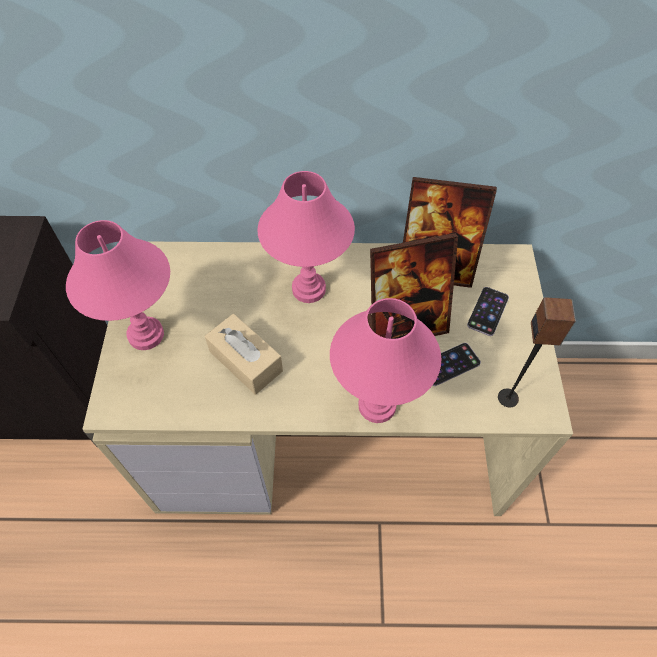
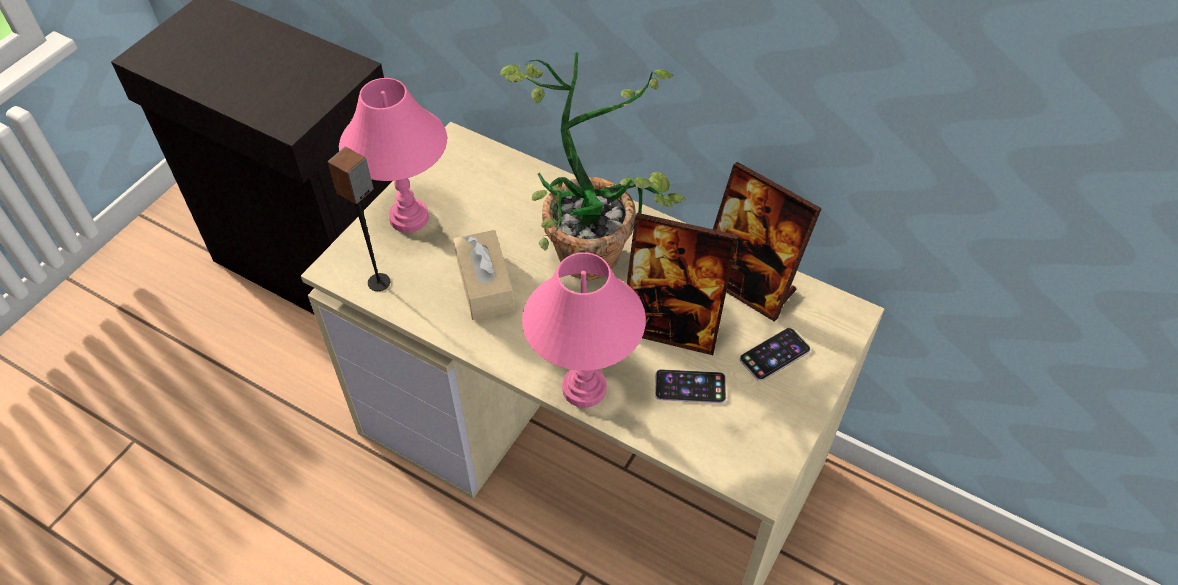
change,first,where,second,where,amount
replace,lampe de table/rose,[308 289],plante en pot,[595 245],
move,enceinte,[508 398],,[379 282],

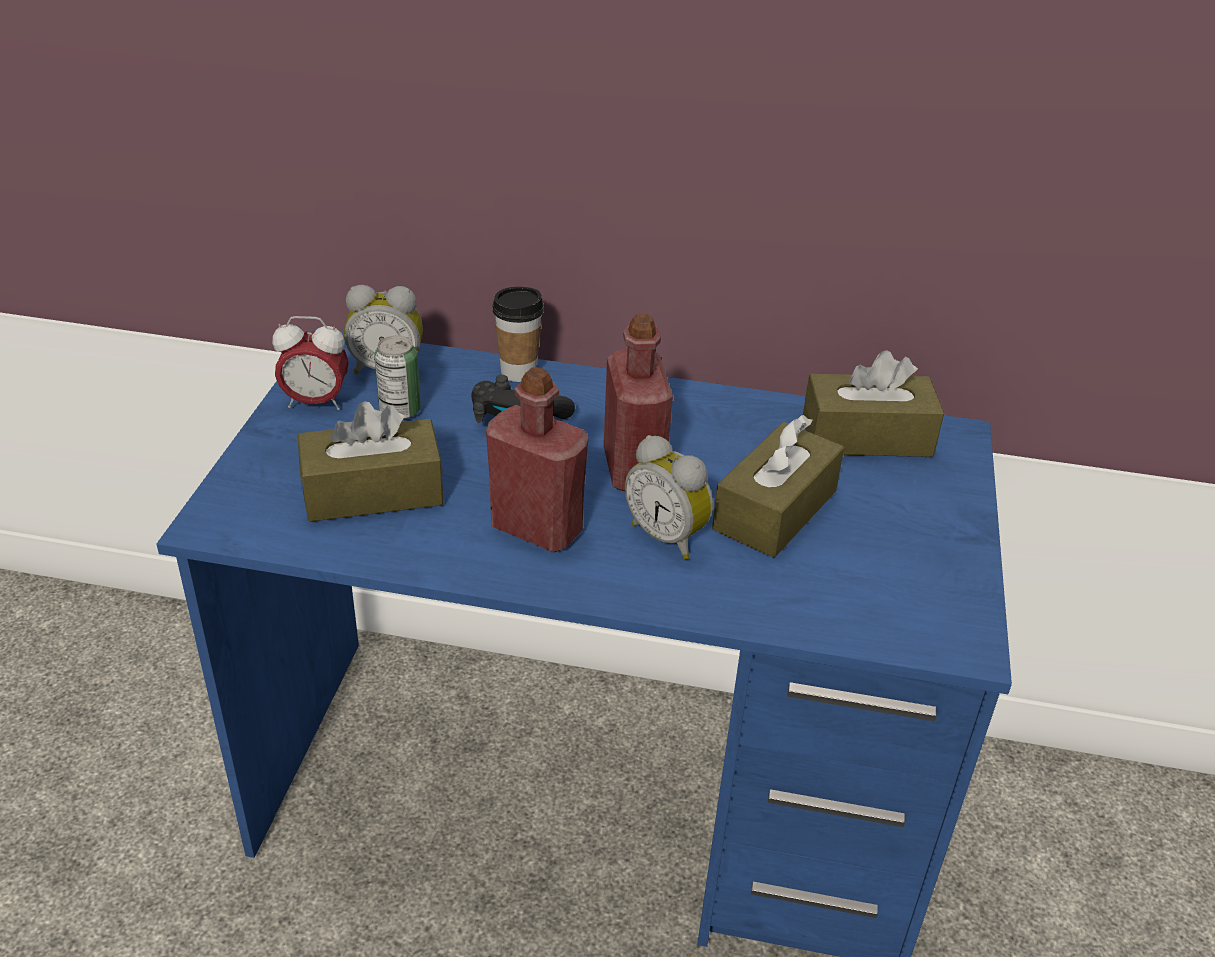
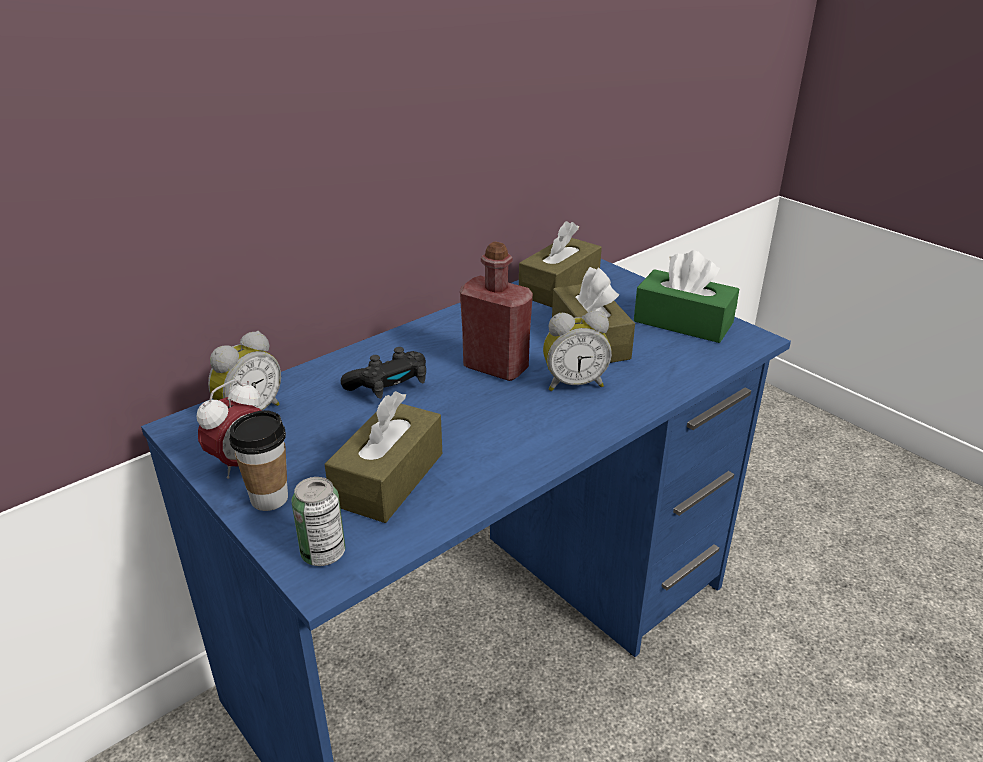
change,first,where,second,where,amount
move,tasse,[518 372],,[269 499],
move,boîte métallique,[400 411],,[323 553],
delete,bouteille/rouge,[536 528],,,
insert,,,boîte à mouchoirs/vert,[683 322],

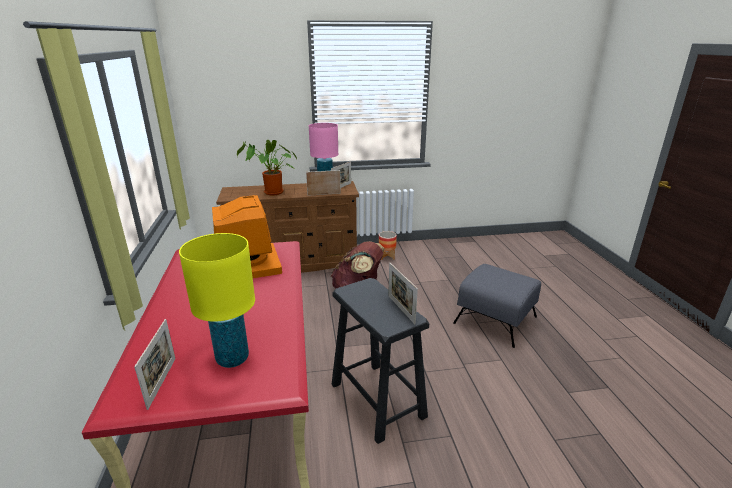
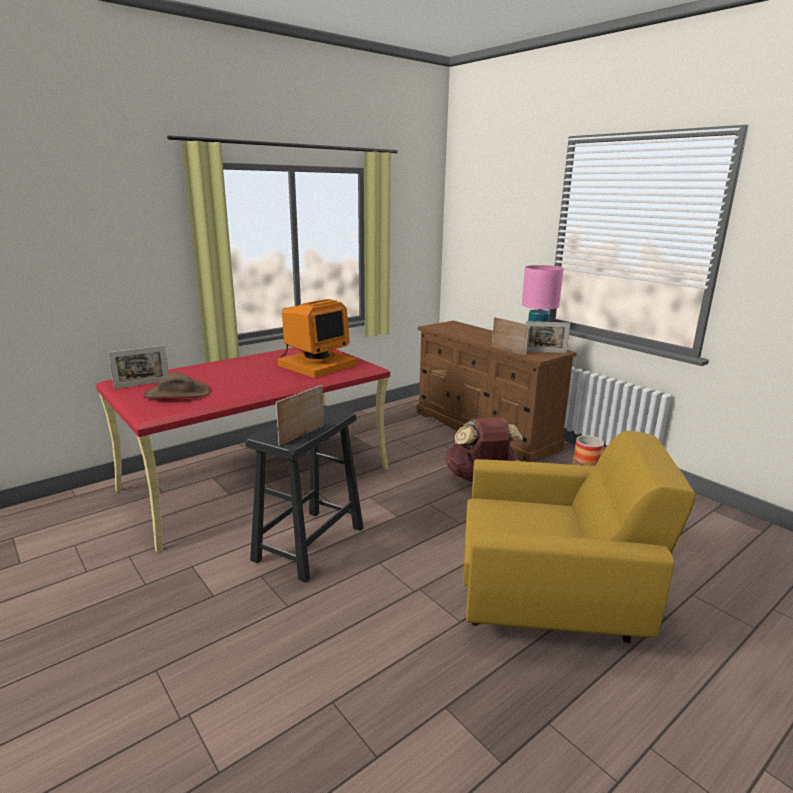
change,first,where,second,where,amount
delete,plante en pot,[272 193],,,
replace,lampe de table/jaune,[232 358],chapeau/marron,[177 394],
replace,pouf/gris,[495 320],fauteuil/jaune,[551 598],

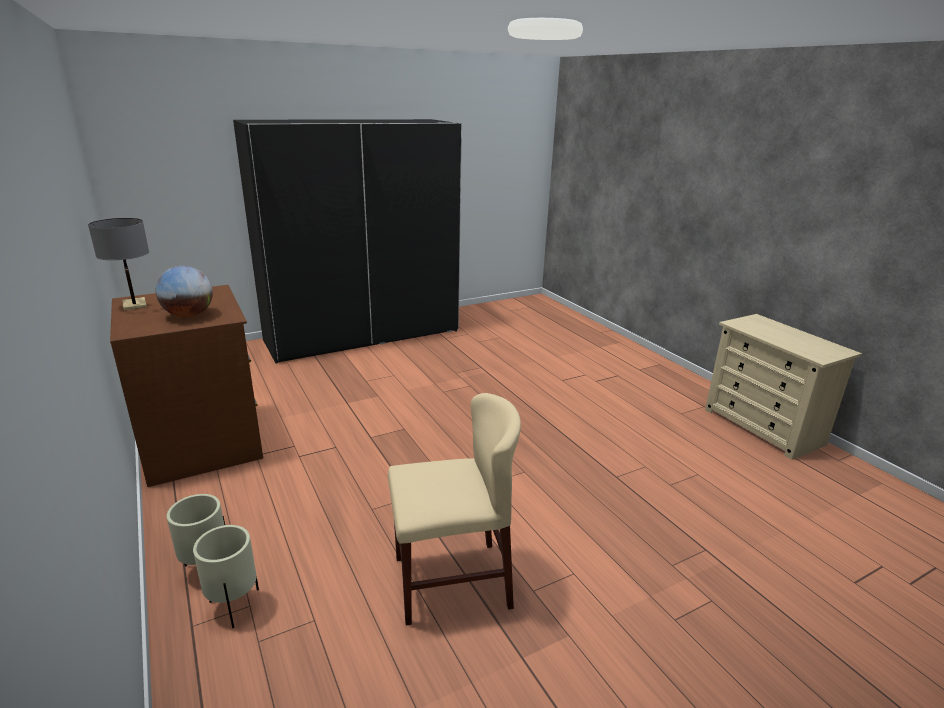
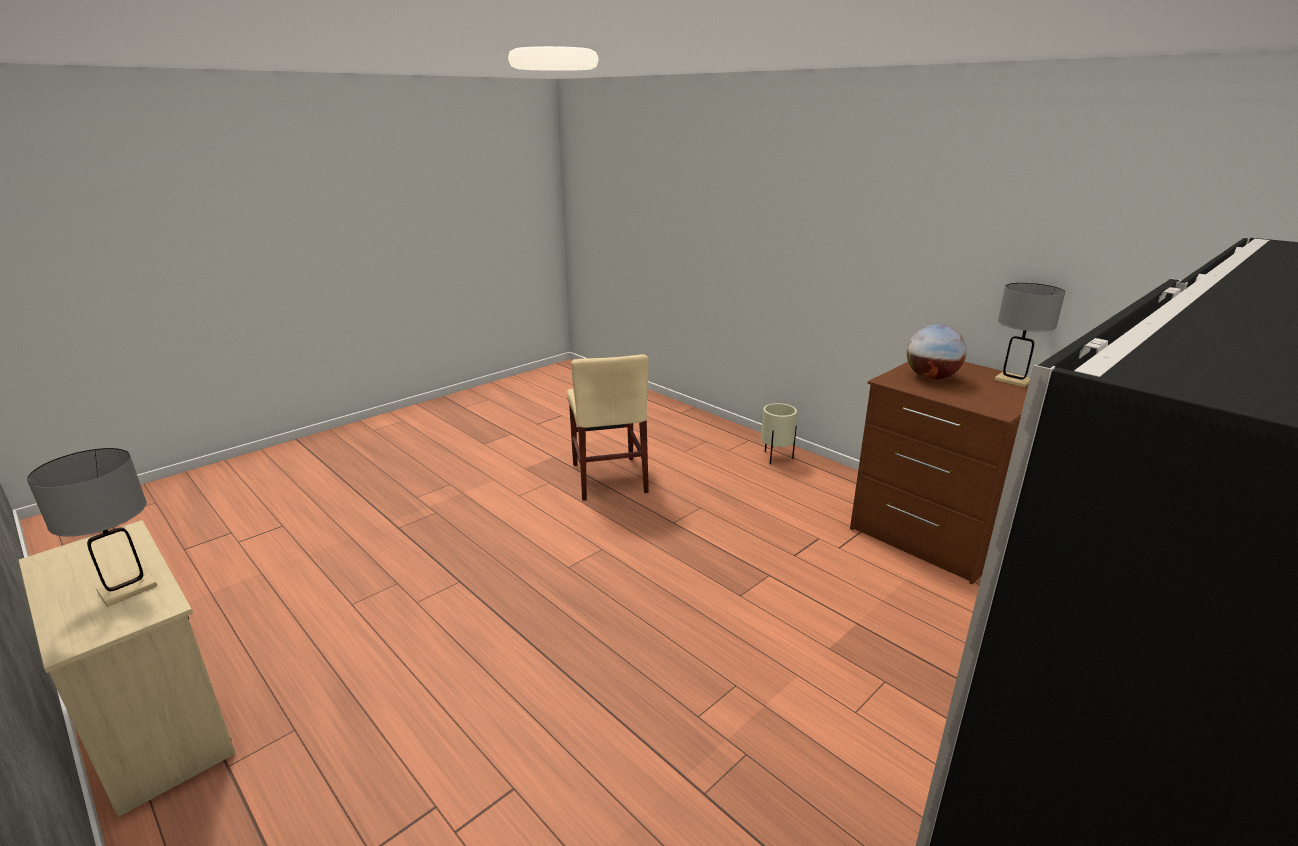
change,first,where,second,where,amount
rotate,chaise/beige,[451 581],,[609 478],75 degrees counterclockwise
delete,cache-pot/beige,[233 606],,,
insert,,,lampe de table/gris,[127 589],

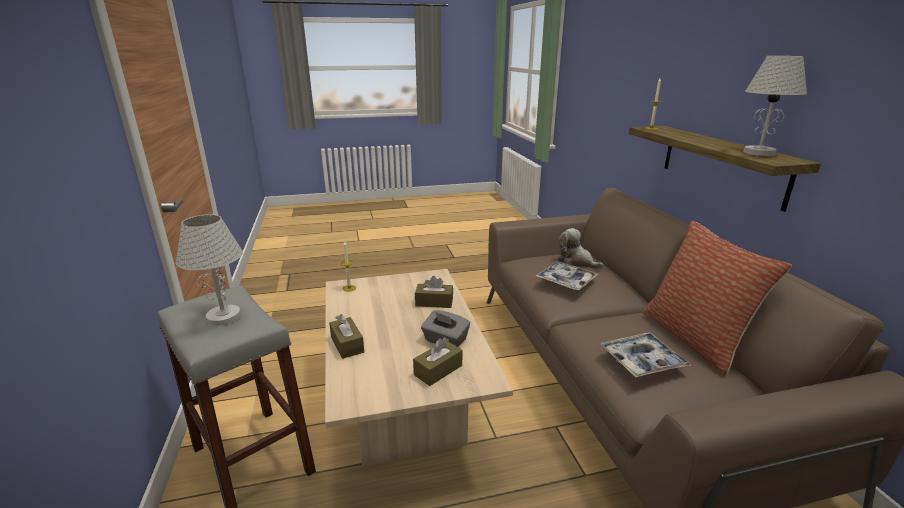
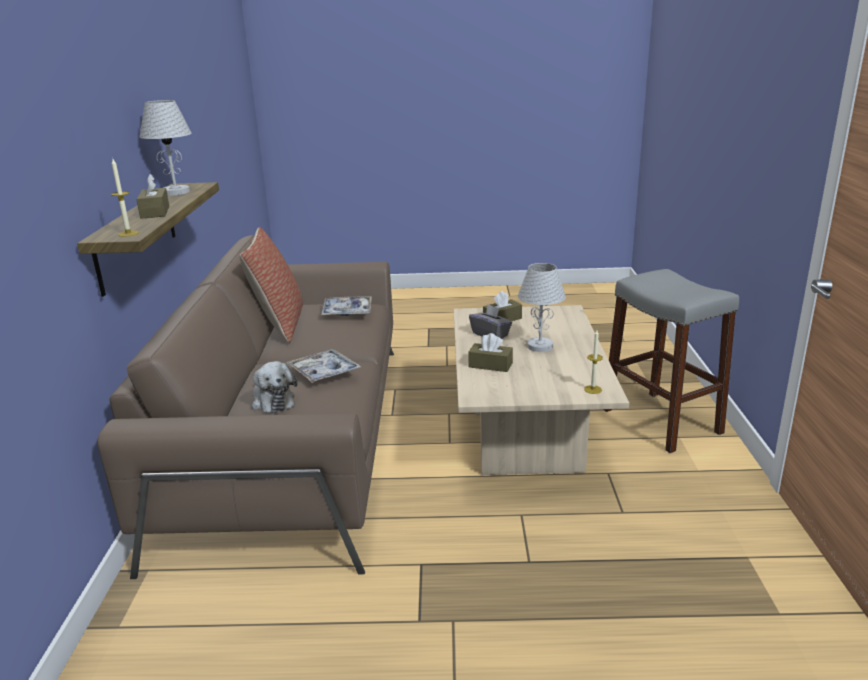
change,first,where,second,where,amount
move,lampe de table/blanc,[223 317],,[540 346],
move,boîte à mouchoirs/marron,[347 344],,[155 212],

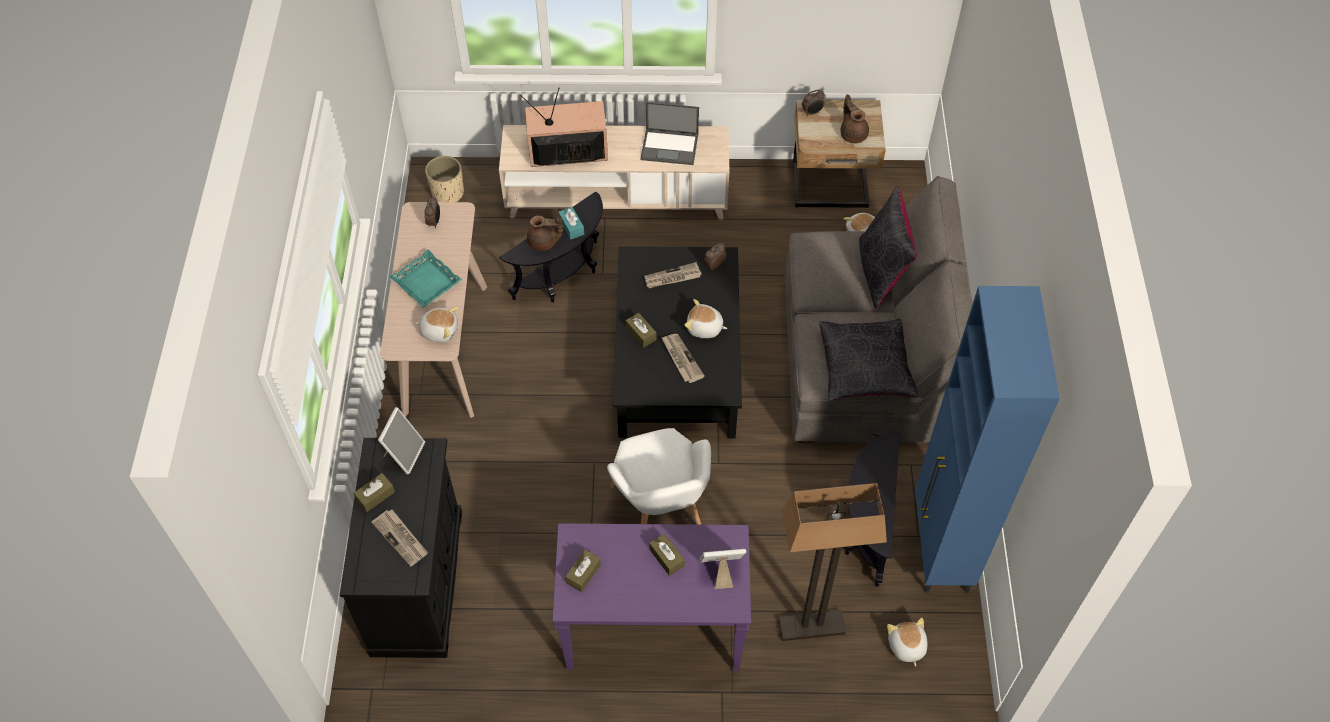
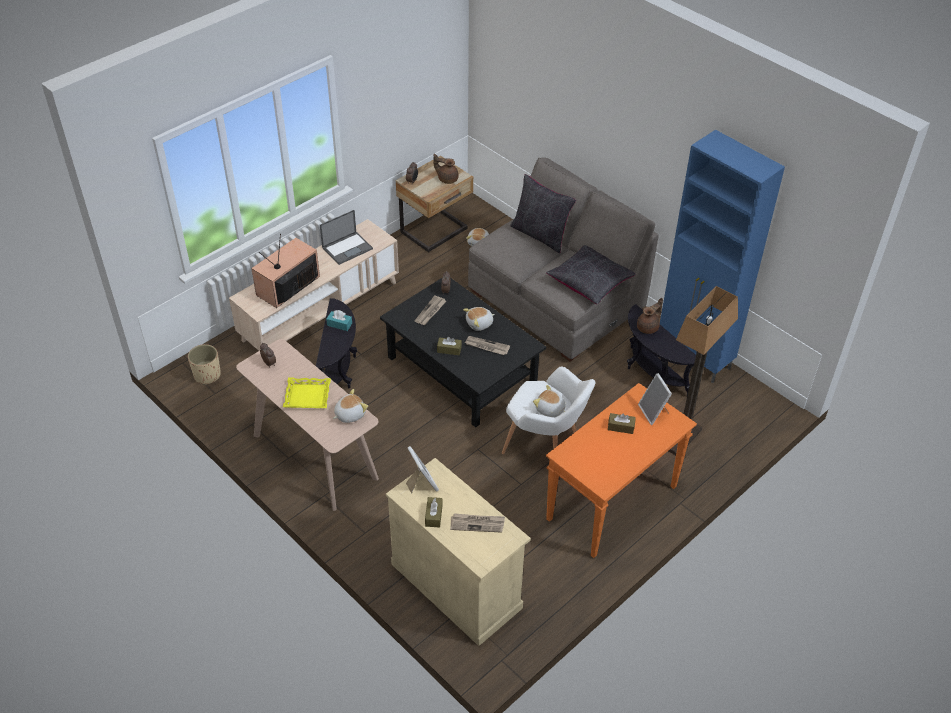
change,first,where,second,where,amount
move,théière/marron,[544 242],,[648 327],
recolor,plateau/turquoise,[427 282],plateau/jaune,[307 396],
recolor,meuble de rangement/noir,[418 582],meuble de rangement/beige,[456 585],
recolor,table console/violet,[651 631],table console/orange,[611 504],
delete,boîte à mouchoirs/marron,[583 574],,,
rotate,cadre photo,[721 571],,[654 412],60 degrees counterclockwise
move,peluche,[906 646],,[550 409],

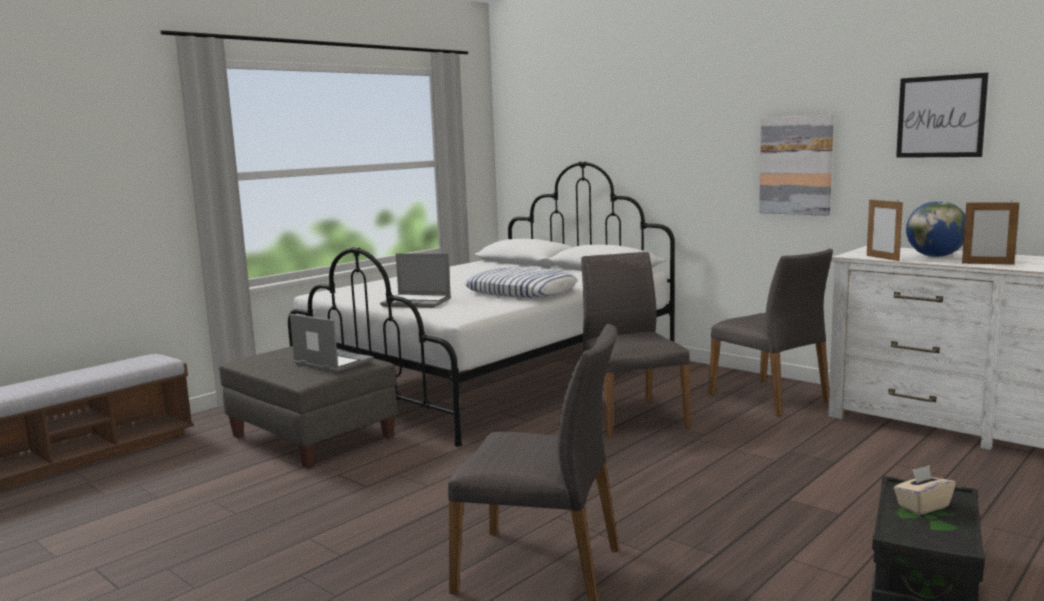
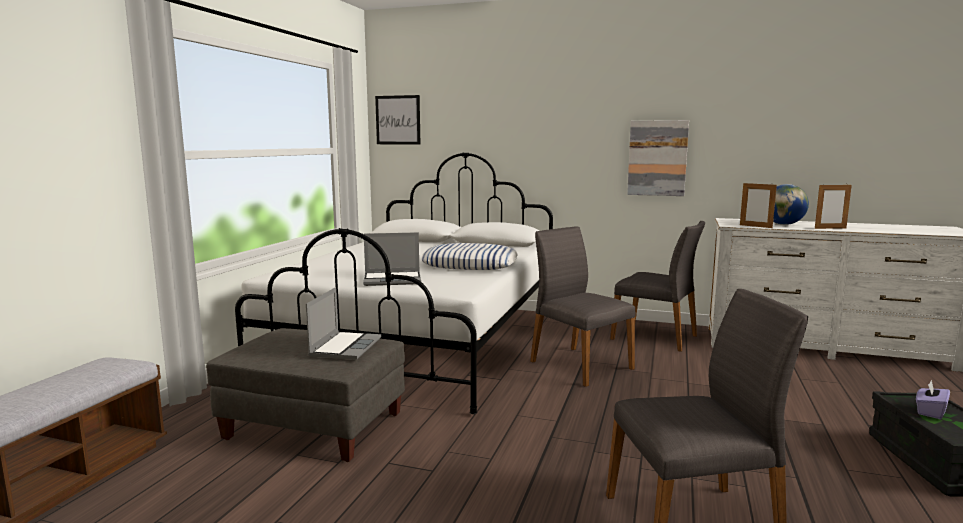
change,first,where,second,where,amount
move,tableau,[940 116],,[398 120],
rotate,ordinateur portable,[331 362],,[345 347],90 degrees clockwise
recolor,boîte à mouchoirs/beige,[922 506],boîte à mouchoirs/violet,[930 411],

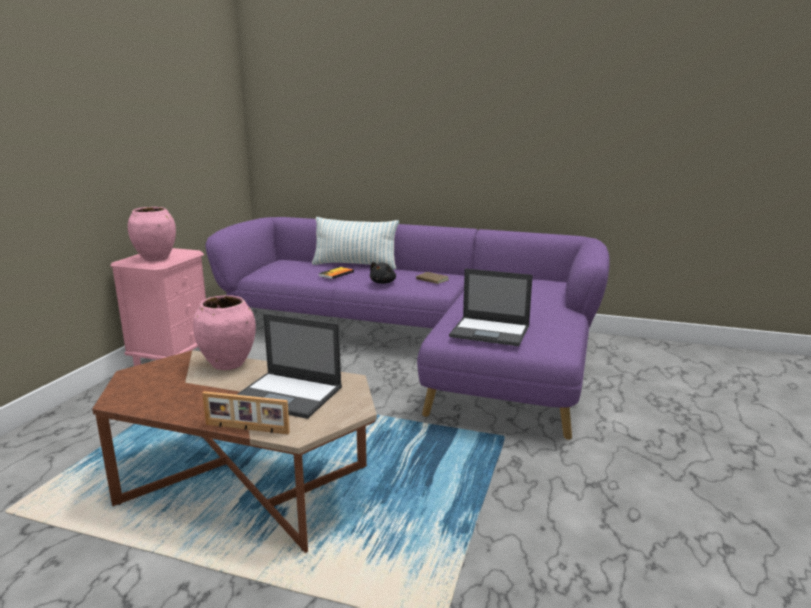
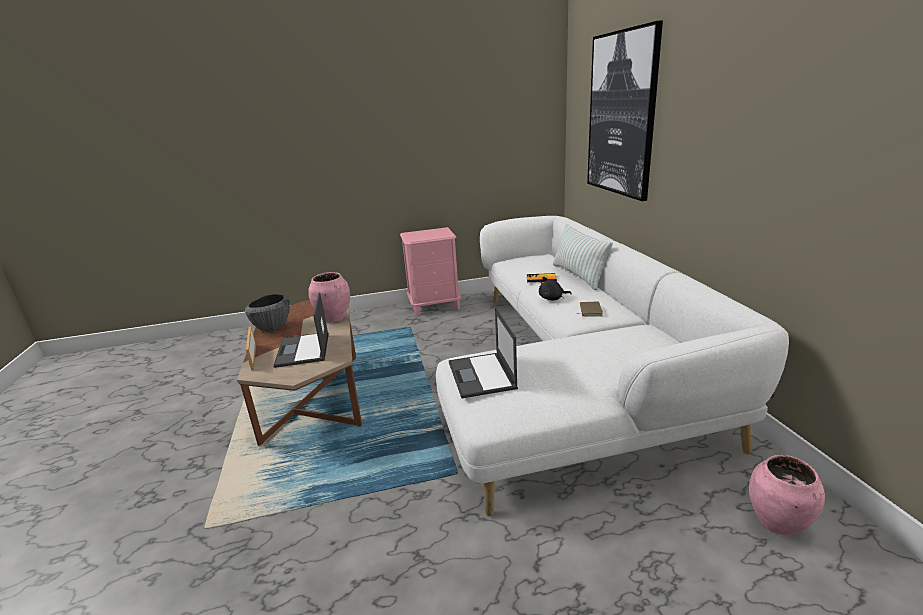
change,first,where,second,where,amount
move,vase/rose,[156 259],,[777 523],
recolor,canapé/violet,[423 346],canapé/blanc,[575 371],
insert,,,tableau,[621 115],
insert,,,bol,[272 327],

